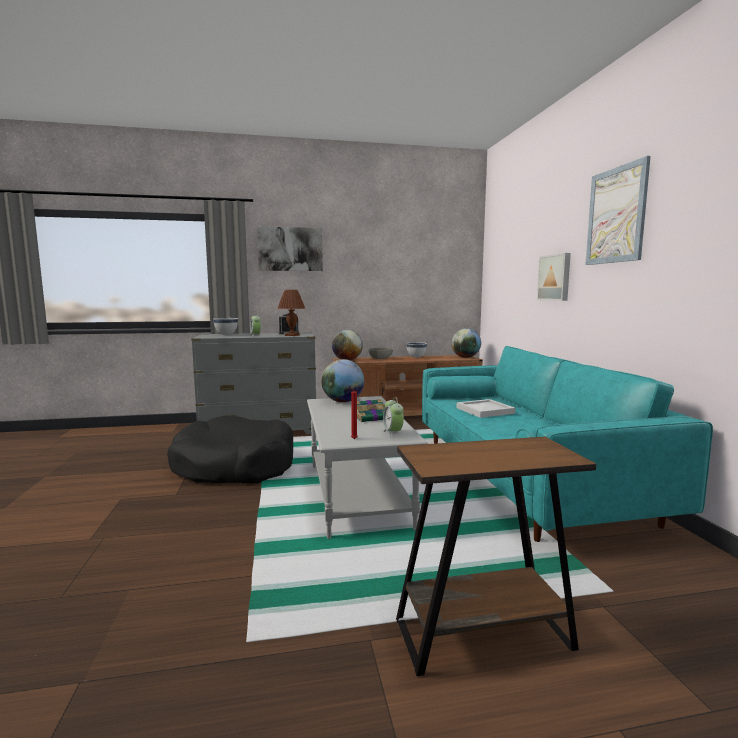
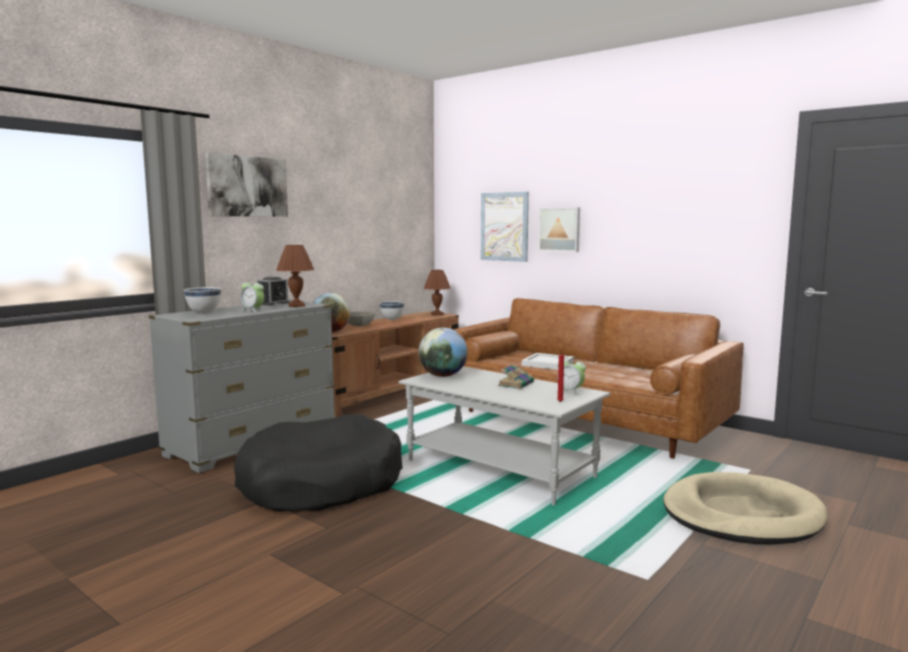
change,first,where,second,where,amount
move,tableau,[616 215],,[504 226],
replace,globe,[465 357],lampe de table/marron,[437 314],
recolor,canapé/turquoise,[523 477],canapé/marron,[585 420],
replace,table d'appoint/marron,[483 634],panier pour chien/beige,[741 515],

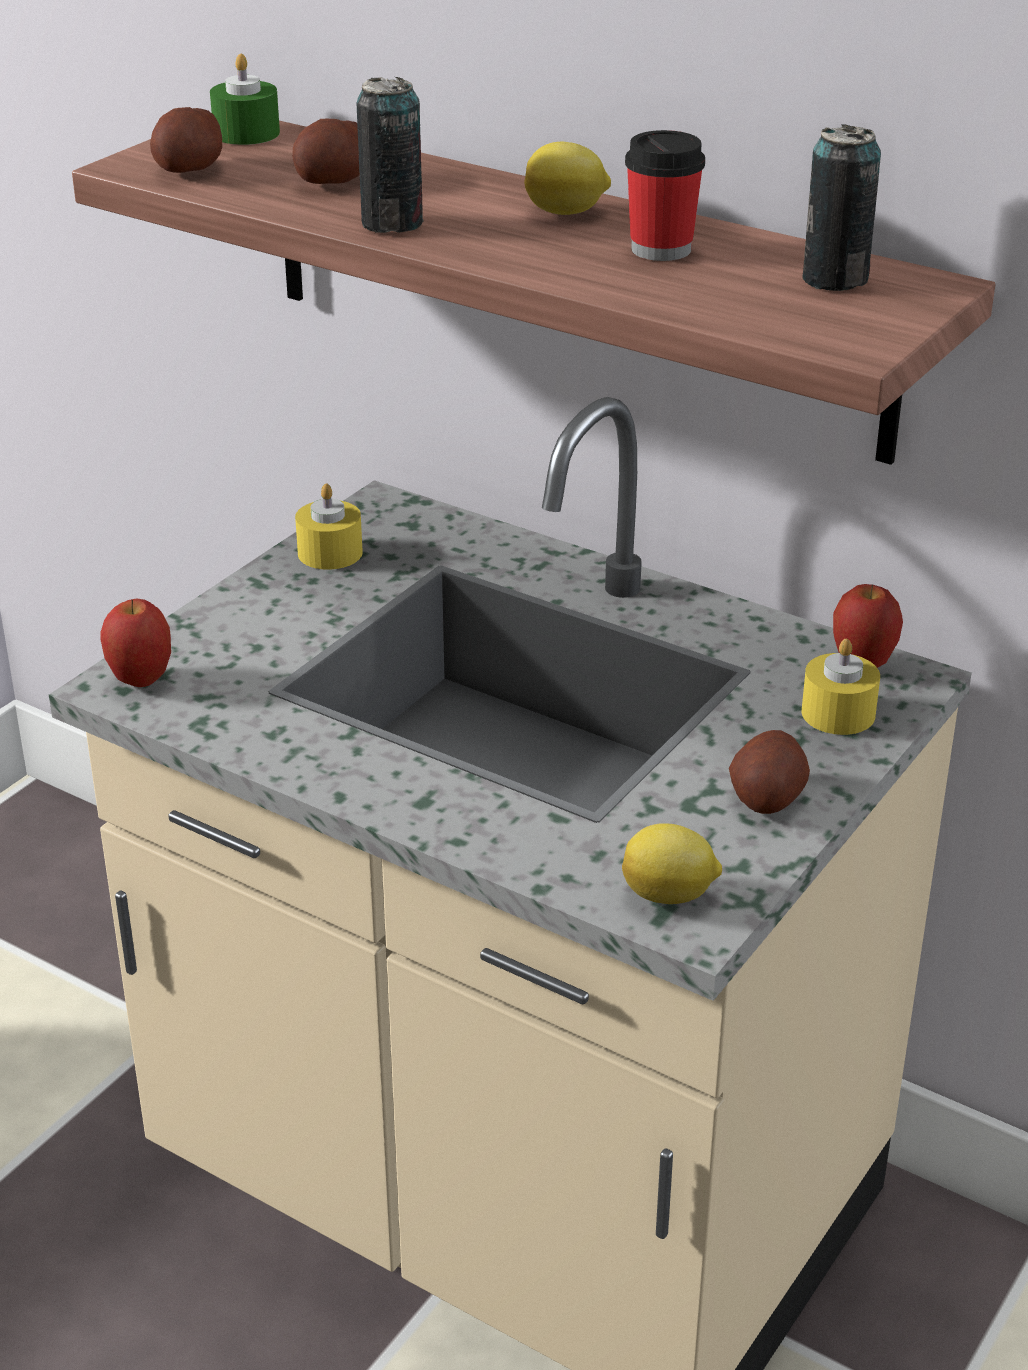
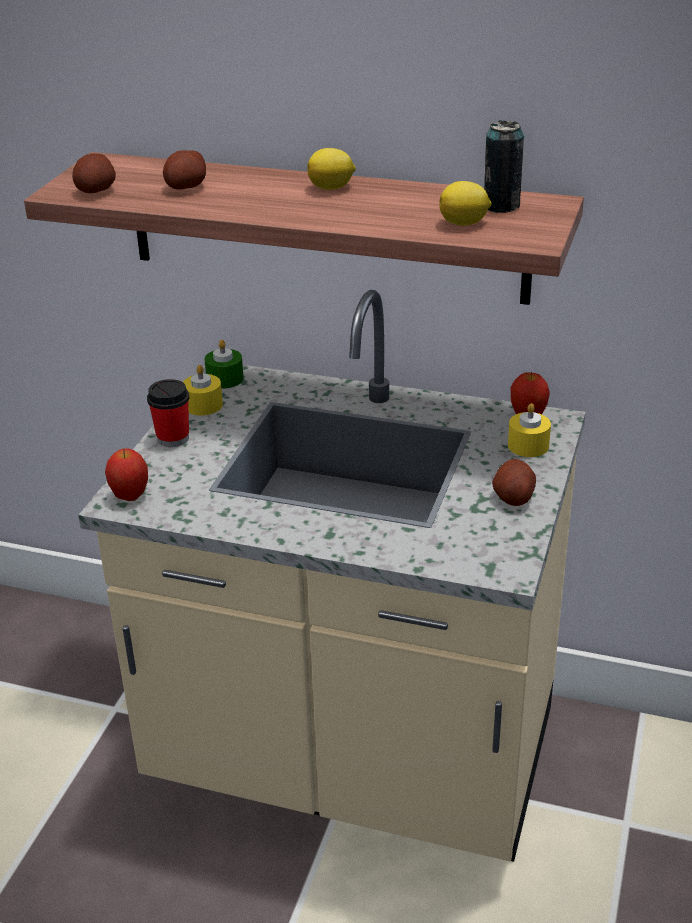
change,first,where,second,where,amount
move,bougie/vert,[246 133],,[225 379],
delete,boîte métallique,[392 224],,,
move,tasse,[661 249],,[173 438],
move,citron,[670 895],,[464 223],

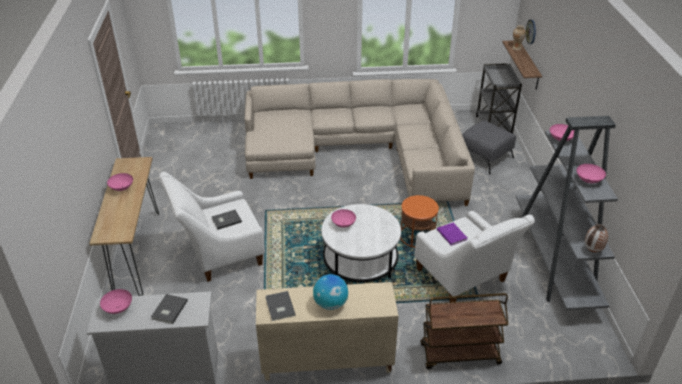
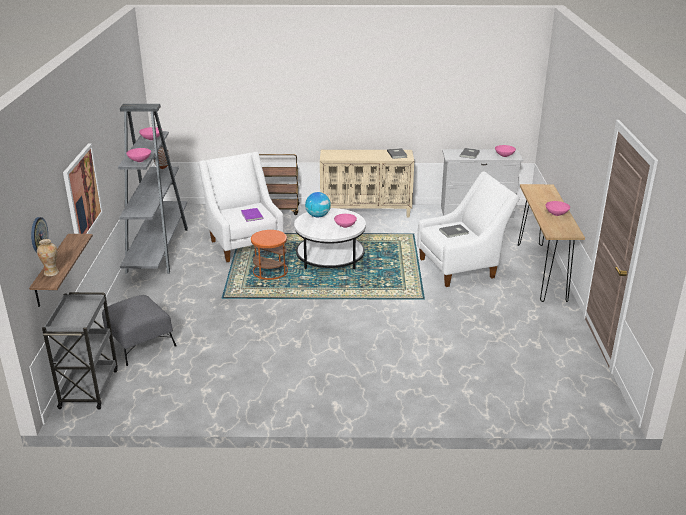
change,first,where,second,where,amount
delete,canapé/beige,[360 151],,,
move,globe,[330 304],,[318 216],
insert,,,tableau,[82 194],

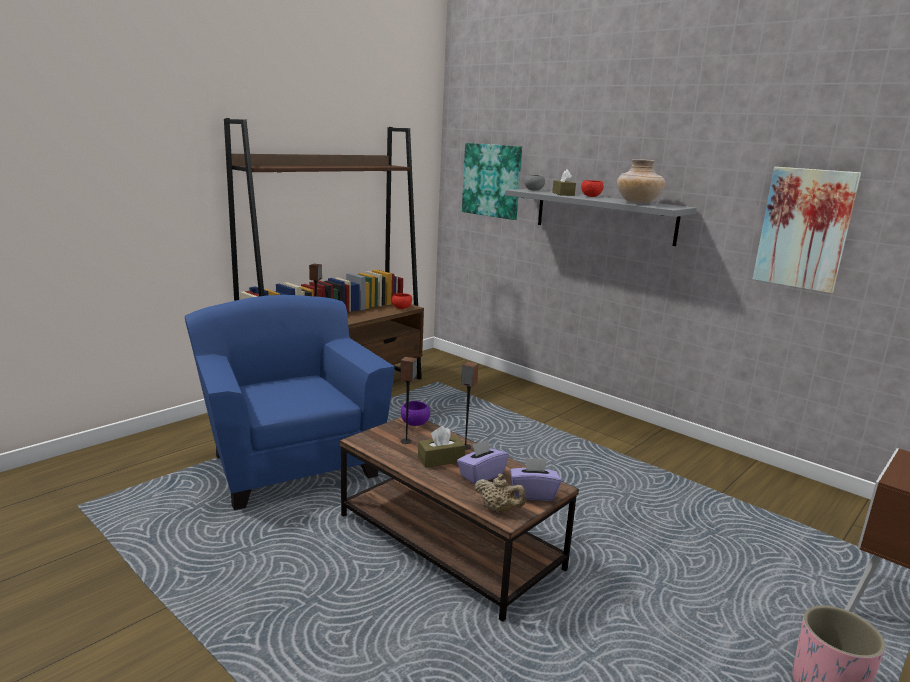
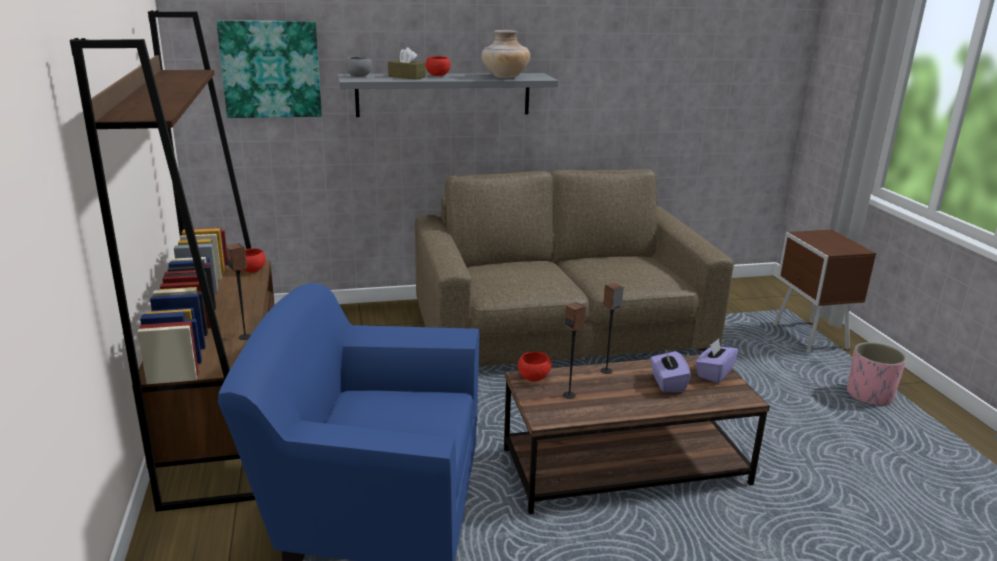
change,first,where,second,where,amount
delete,tableau,[804 228],,,
recolor,bol/violet,[415 424],bol/rouge,[533 378],
delete,boîte à mouchoirs/marron,[441 459],,,
delete,théière/beige,[498 509],,,
insert,,,canapé/marron,[560 327],

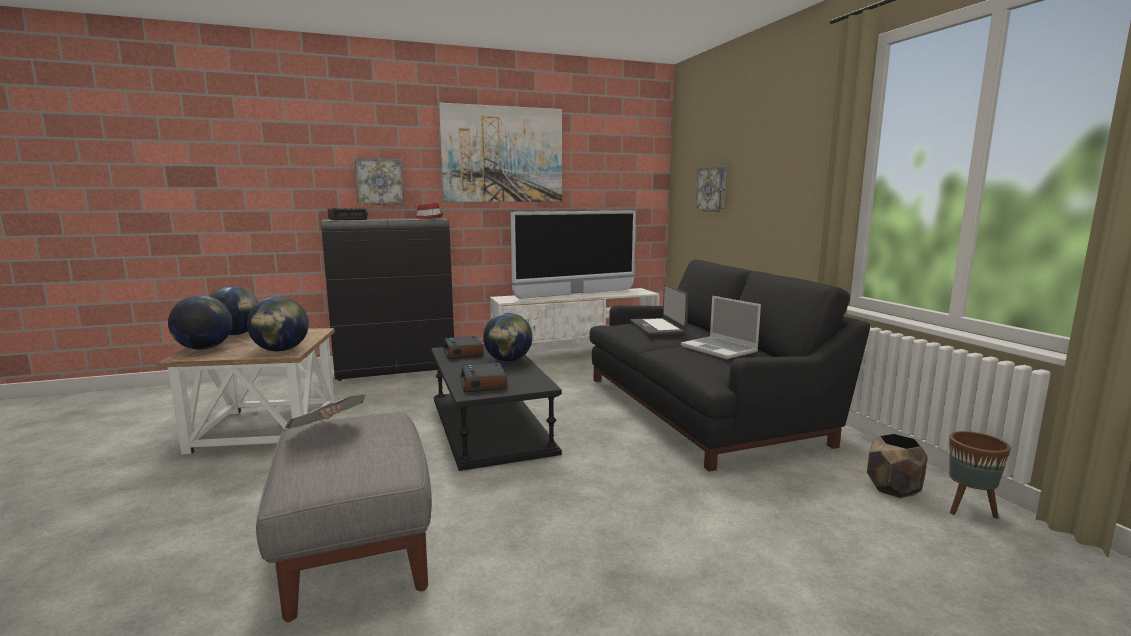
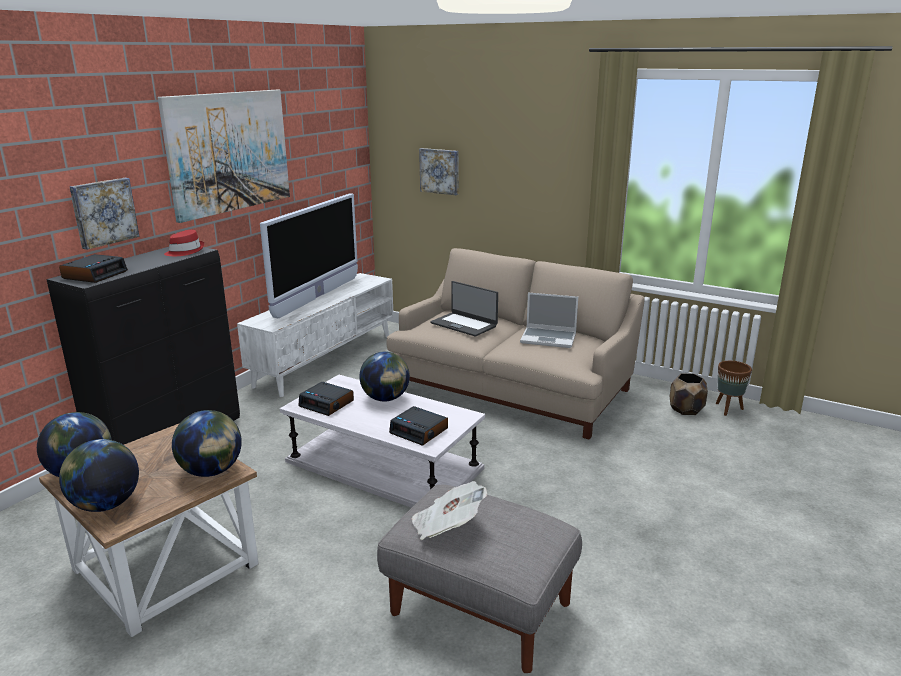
change,first,where,second,where,amount
recolor,canapé/noir,[703 408],canapé/beige,[512 386],
recolor,table basse/noir,[490 424],table basse/blanc,[385 465],

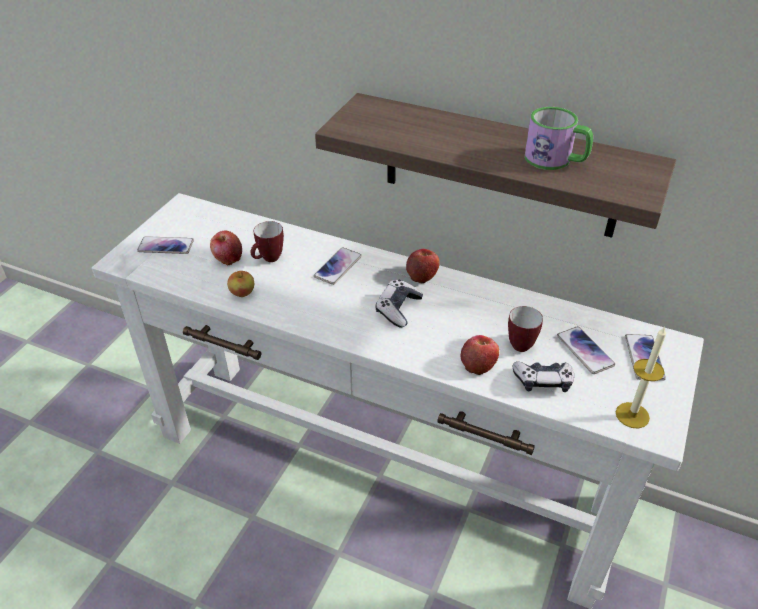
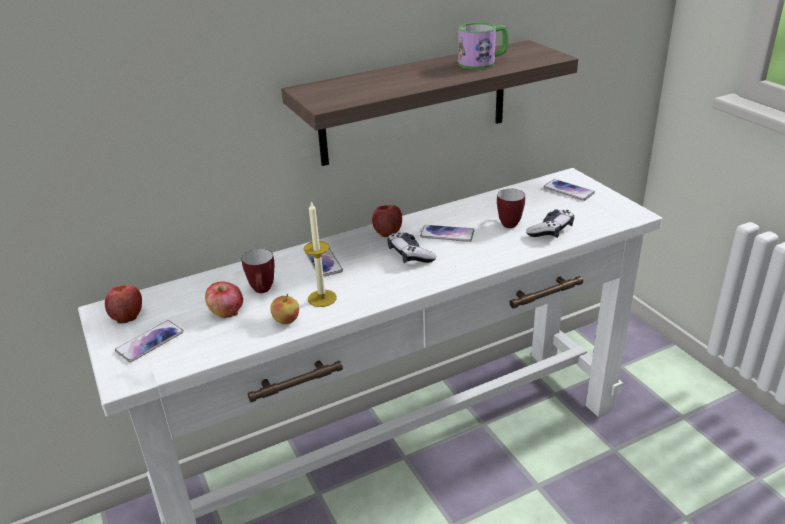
change,first,where,second,where,amount
move,téléphone,[584 350],,[447 234],
move,bougie,[632 415],,[322 298],
move,pomme,[478 365],,[127 315],

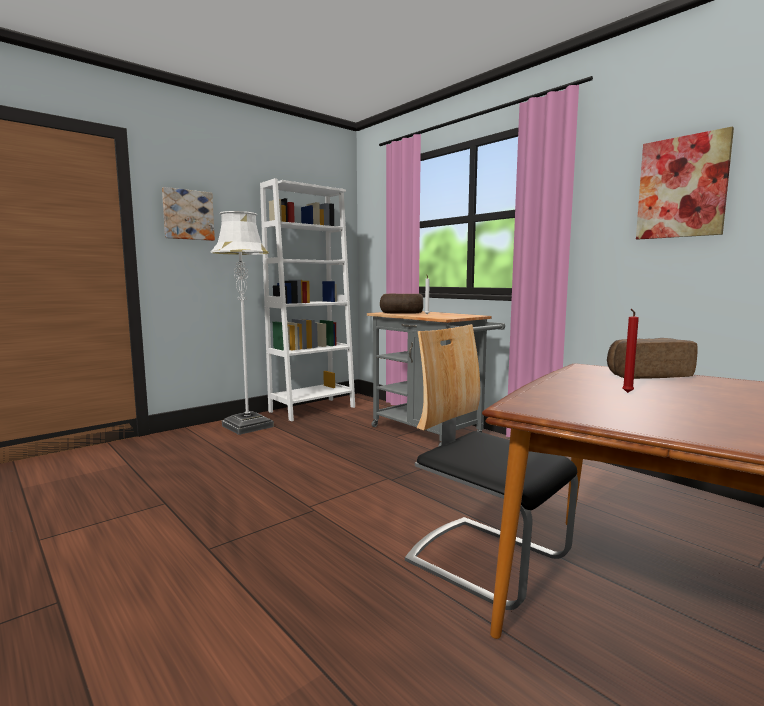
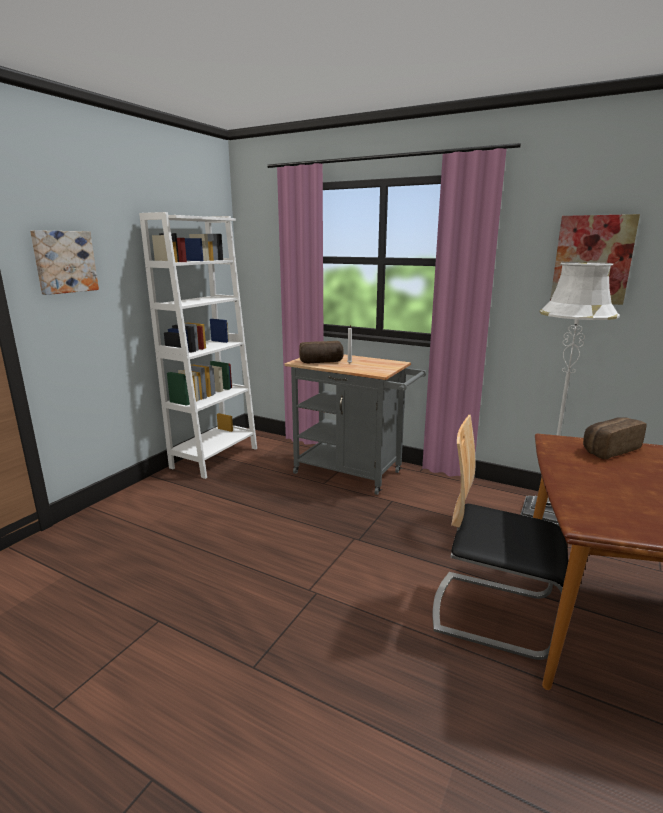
change,first,where,second,where,amount
move,lampadaire/blanc,[248 426],,[545 516],
delete,bougie/rouge,[626 393],,,

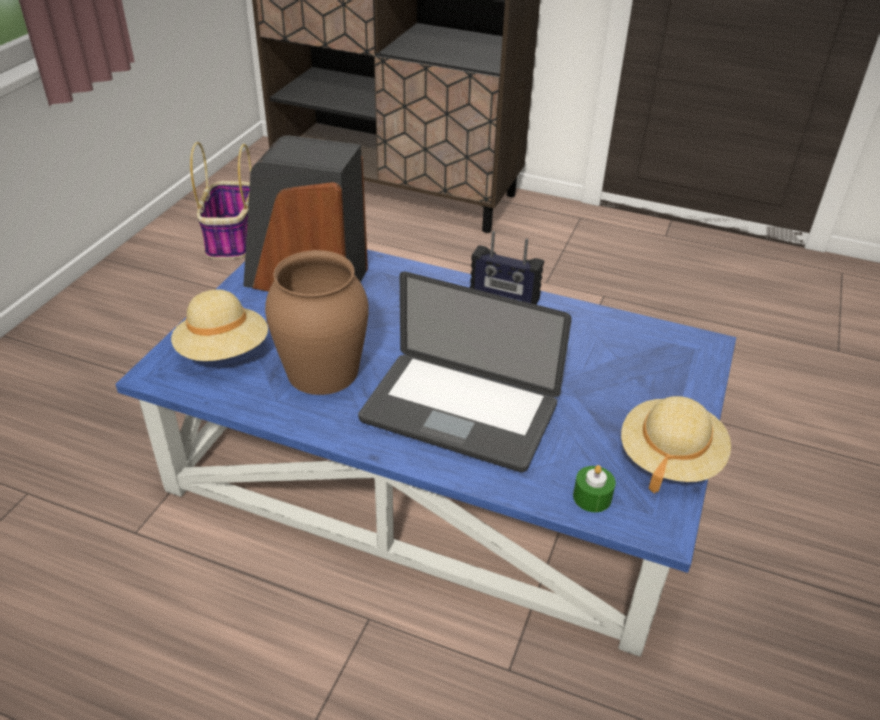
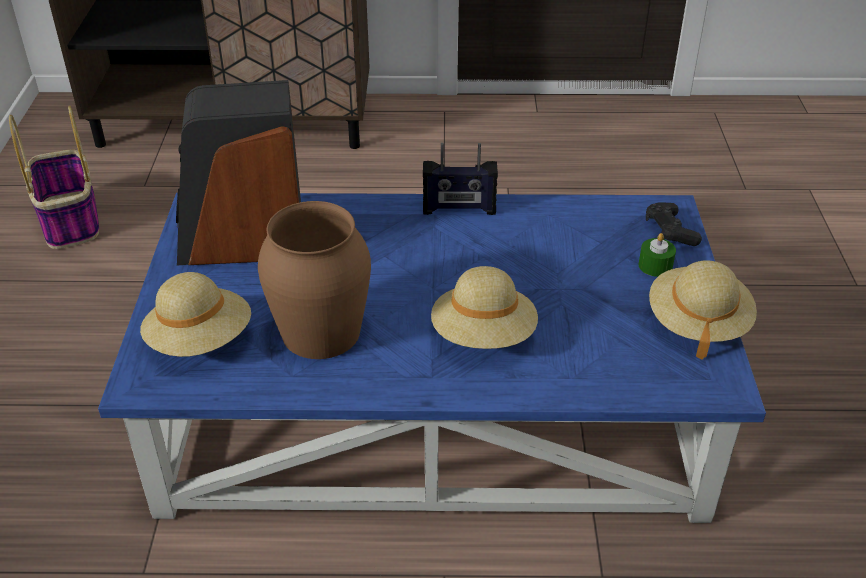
change,first,where,second,where,amount
replace,ordinateur portable,[459 413],chapeau/beige,[483 336],
move,bougie/vert,[592 497],,[655 266],
insert,,,manette/noir,[670 231],

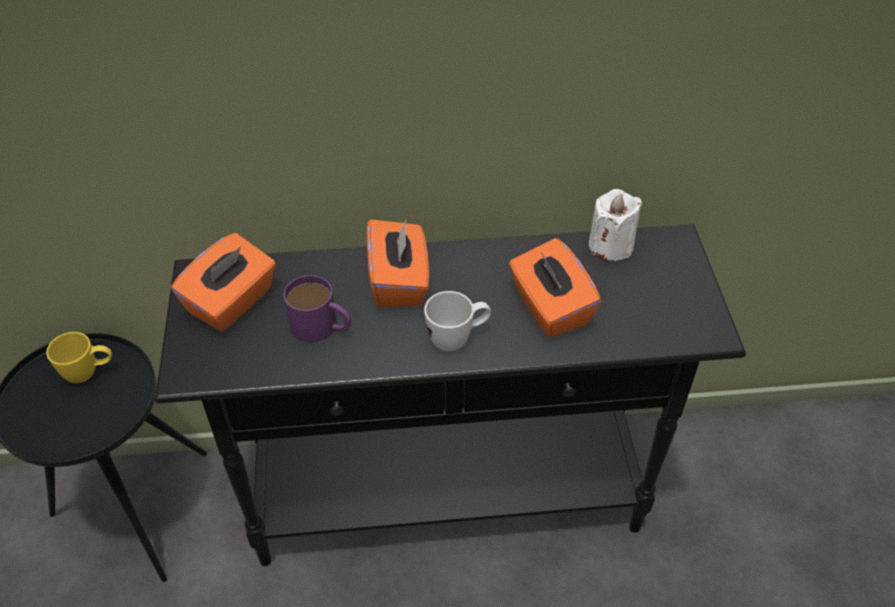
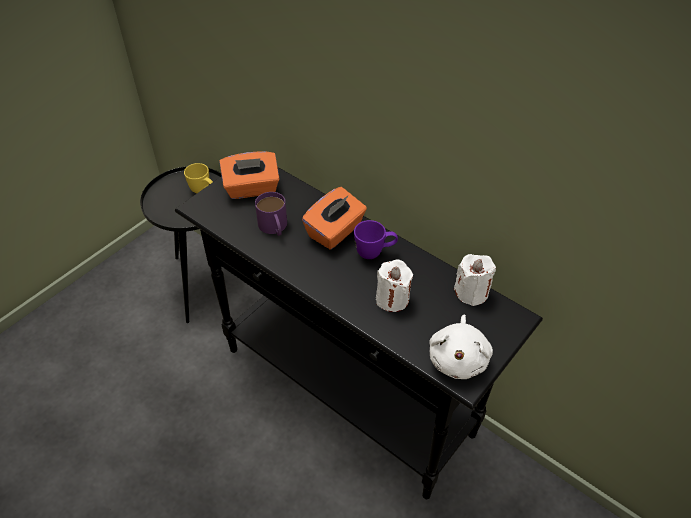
change,first,where,second,where,amount
replace,boîte à mouchoirs/orange,[549 308],bougie/blanc,[392 299],
delete,mug/blanc,[457 338],,,
insert,,,mug/violet,[375 252],
insert,,,peluche/blanc,[458 358],

